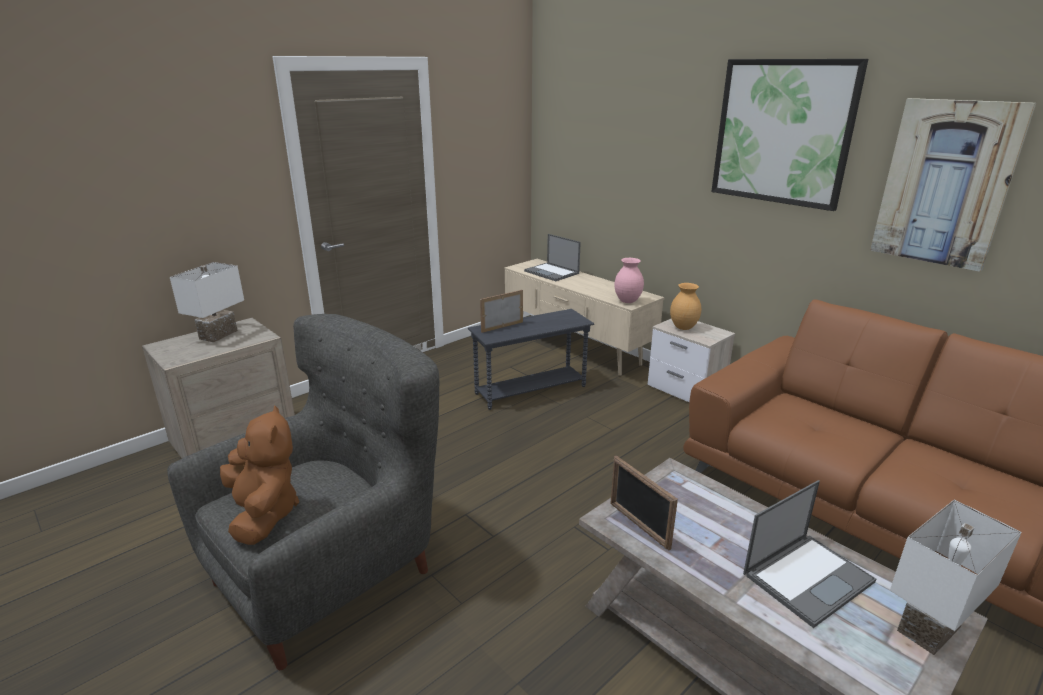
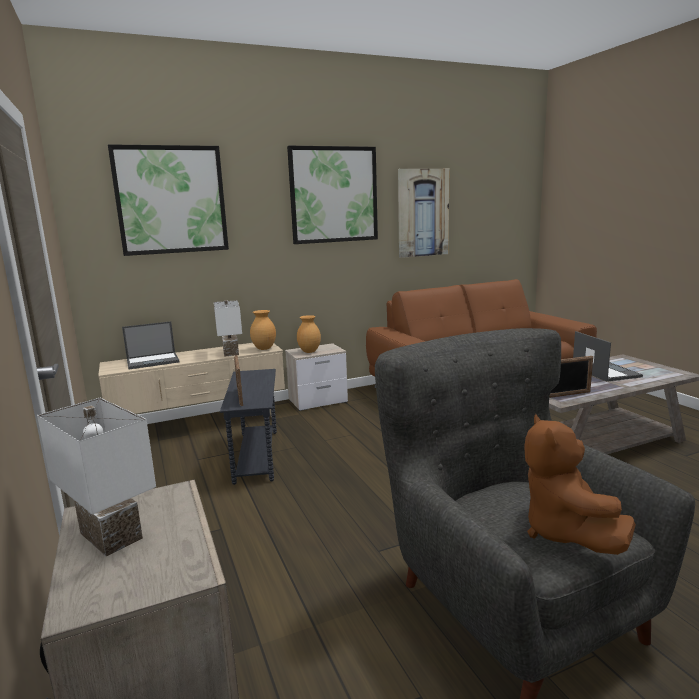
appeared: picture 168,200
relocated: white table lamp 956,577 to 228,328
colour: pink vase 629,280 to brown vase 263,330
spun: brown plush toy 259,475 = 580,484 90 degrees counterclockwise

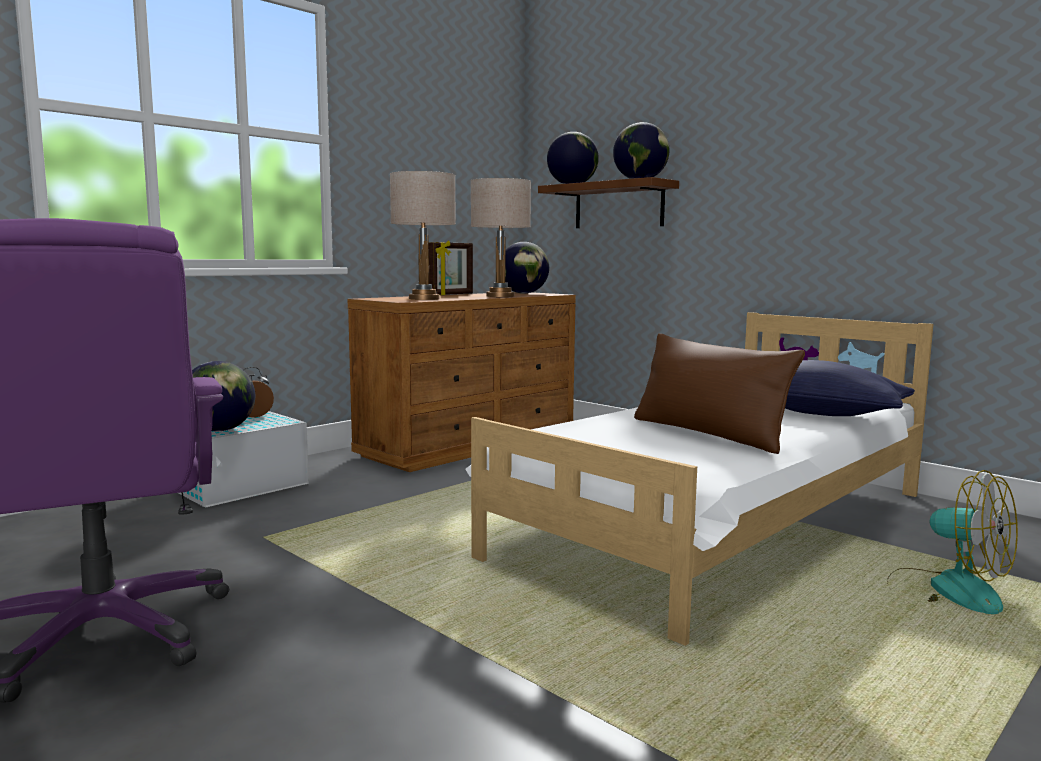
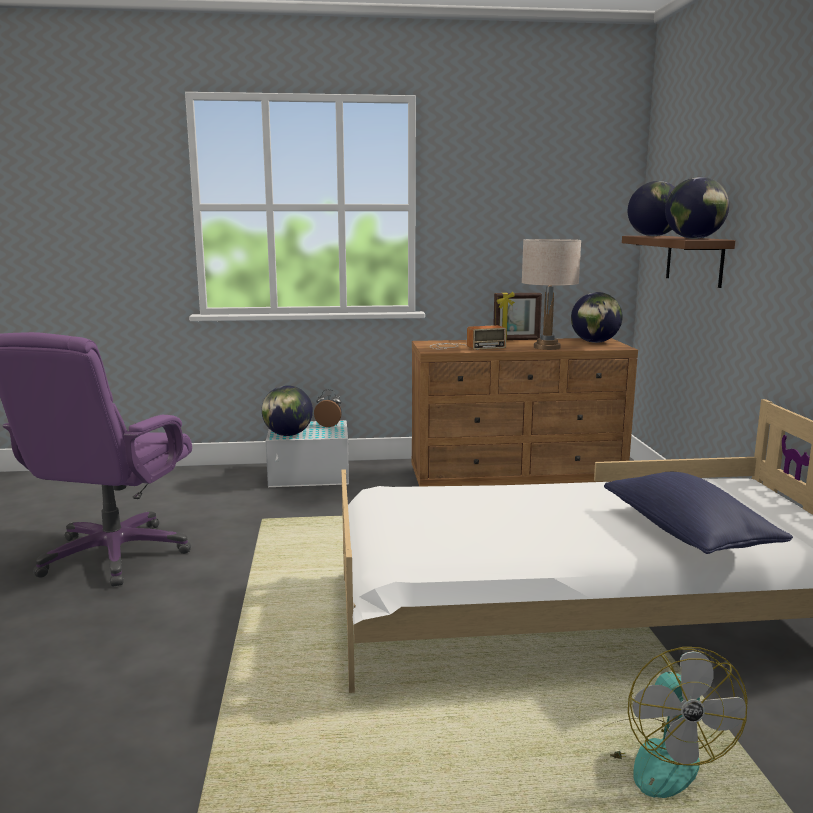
missing: brown pillow 719,393
exchanged: beige table lamp 423,235 to radio 468,337

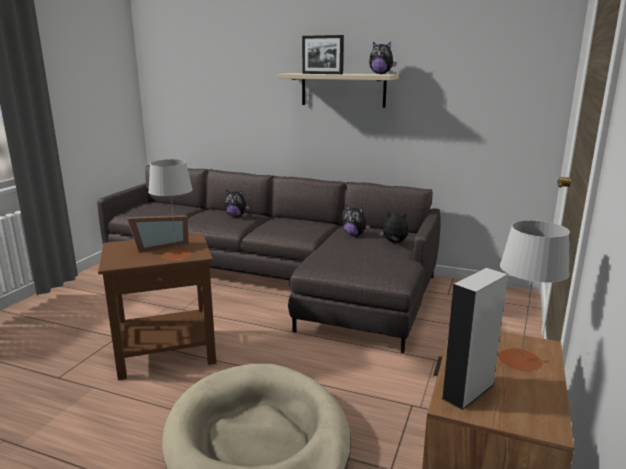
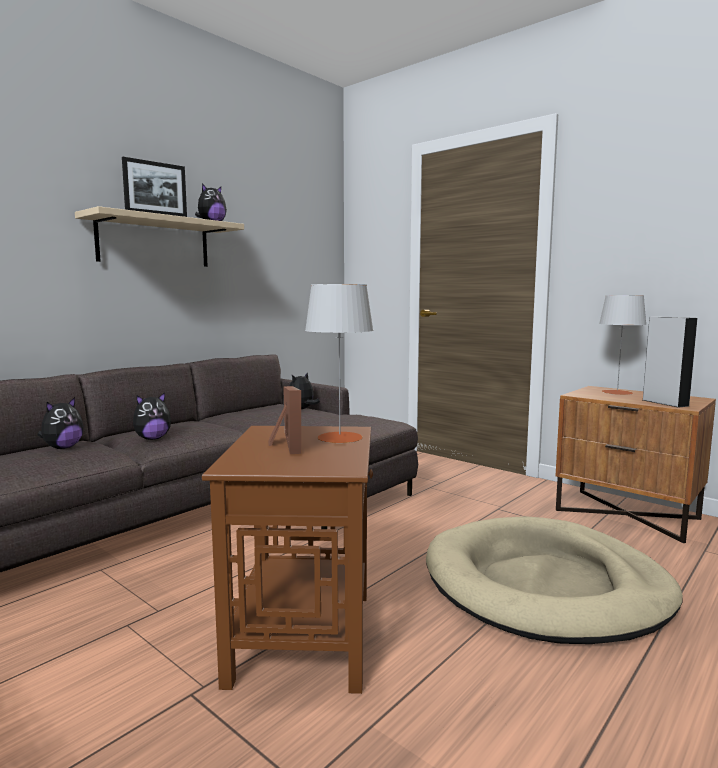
relocated: plush toy 356,220 to 152,416

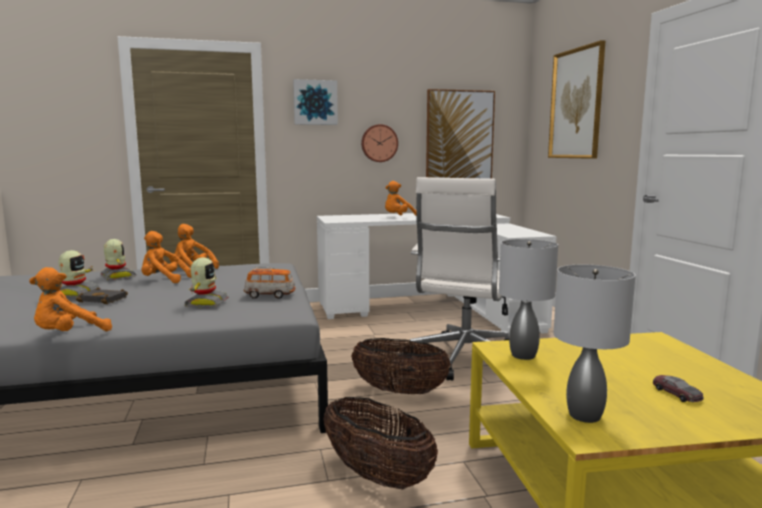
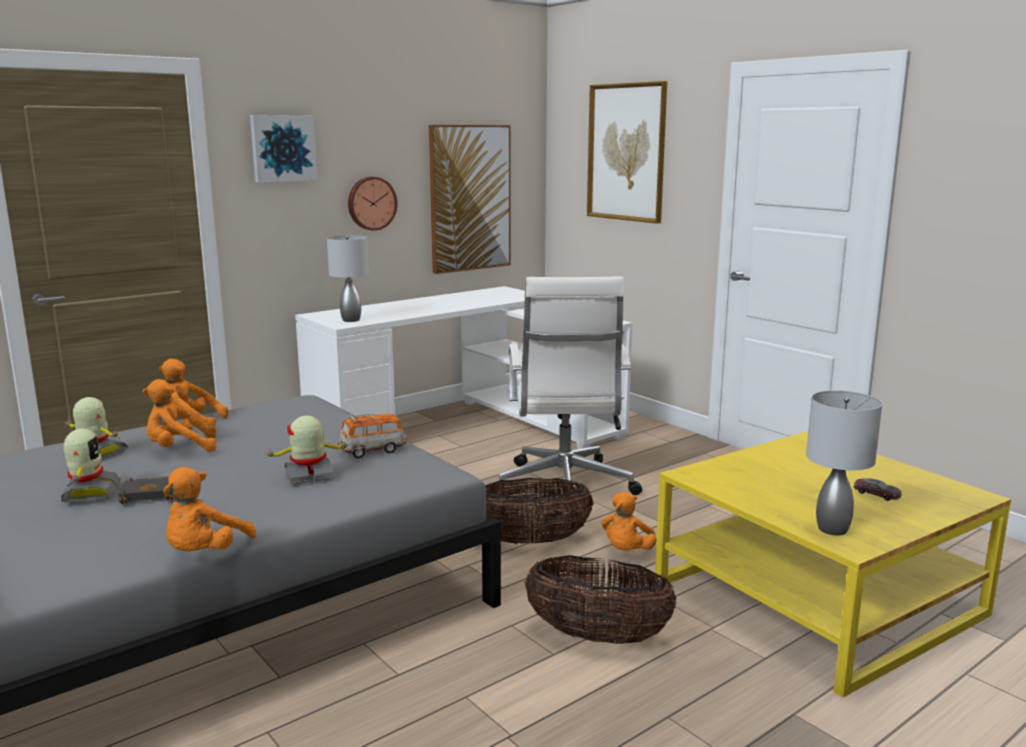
relocated: grey table lamp 528,299 to 348,278; orange plush toy 400,198 to 628,521
spun: toy robot 206,282 = 307,450 90 degrees counterclockwise

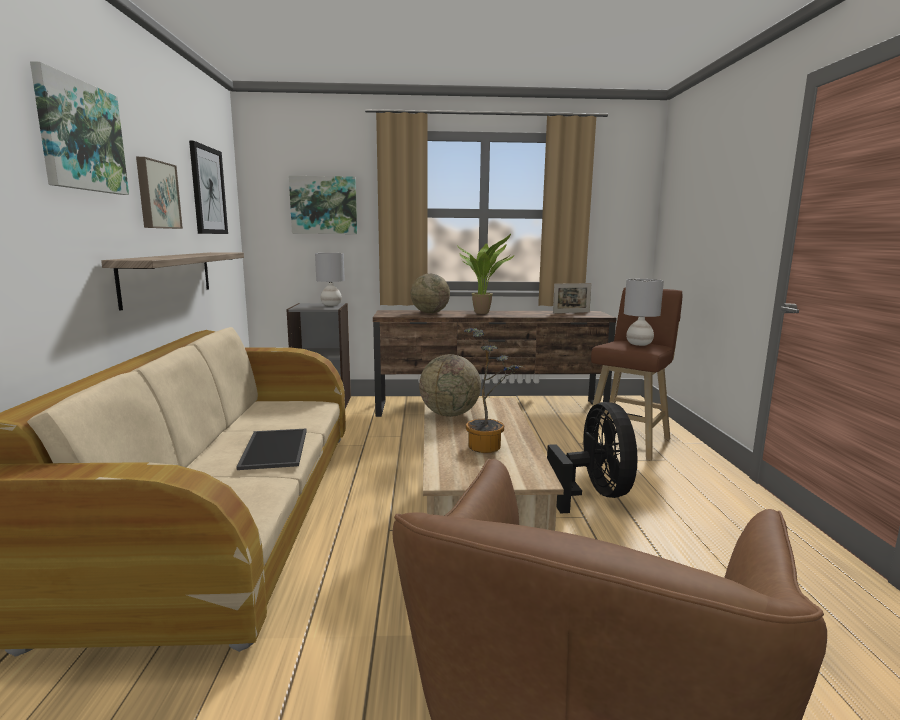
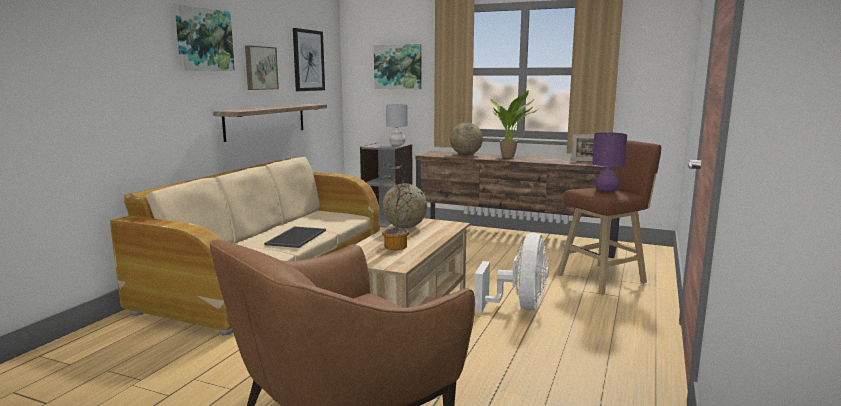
colour: black fan 592,458 to white fan 511,273; grey table lamp 644,312 to purple table lamp 609,162

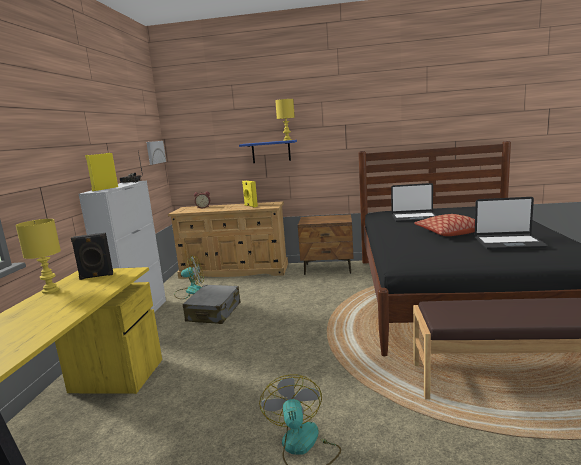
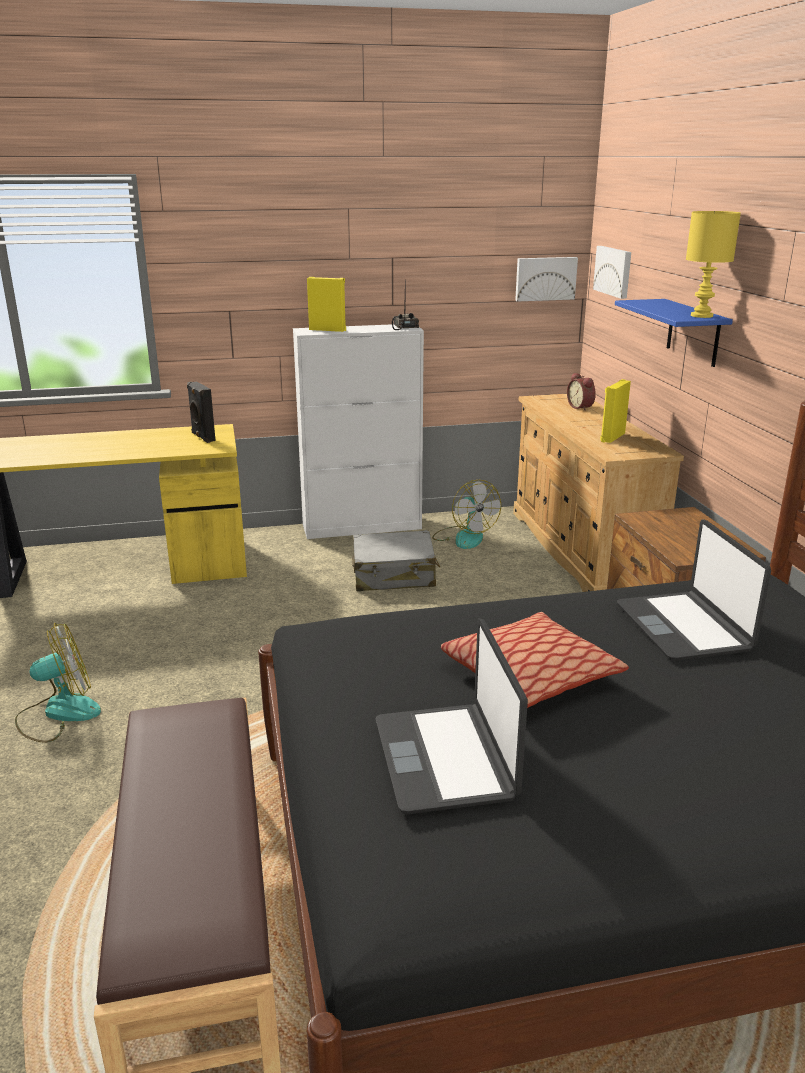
missing: yellow table lamp 38,256
appeared: picture 612,272

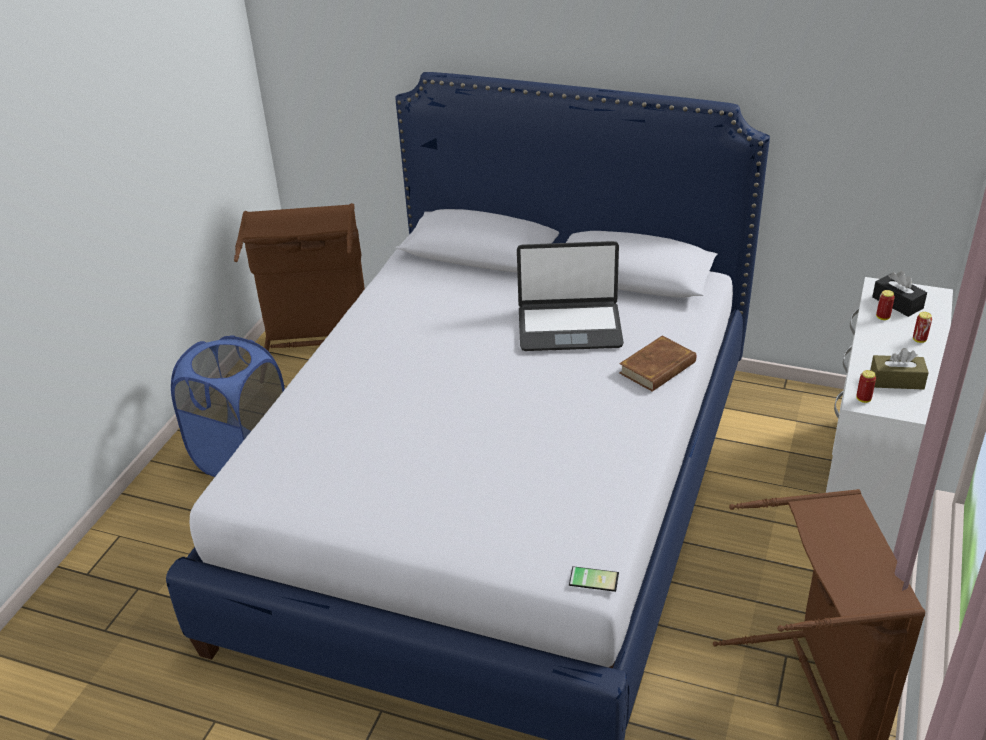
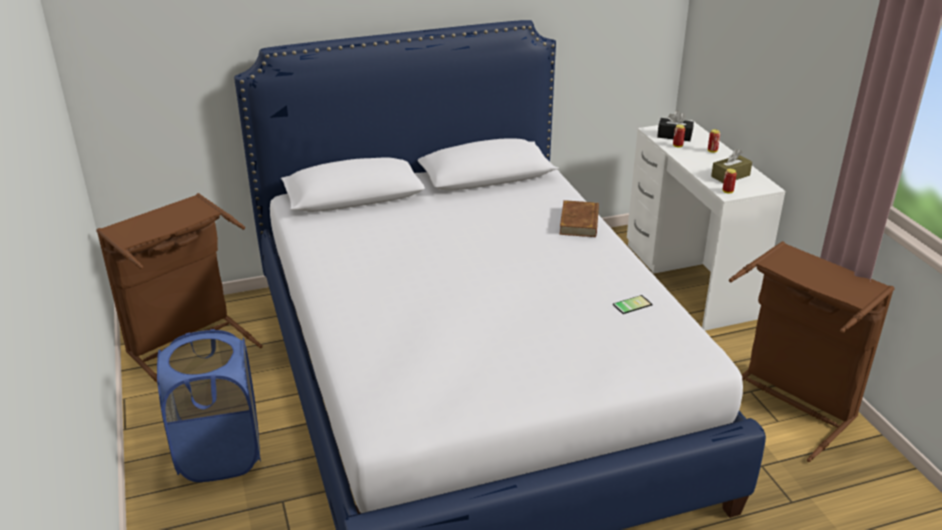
missing: laptop 570,296
relocated: phone 594,578 to 633,304

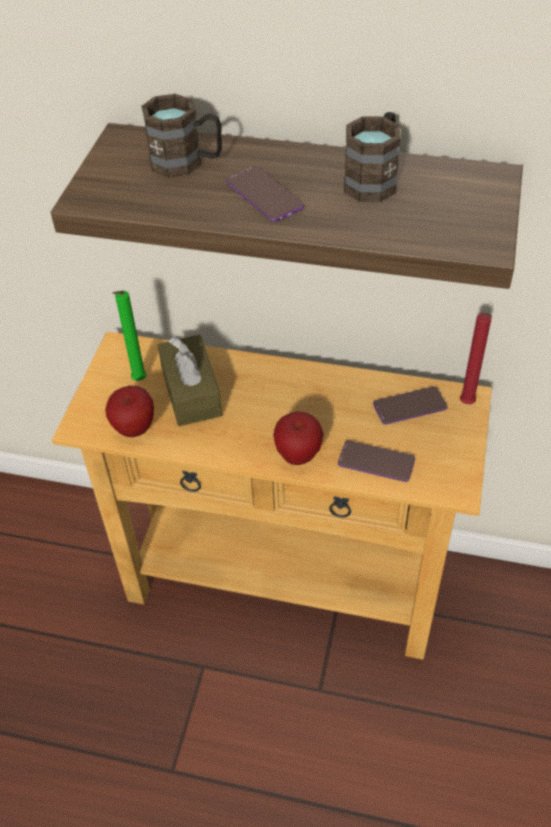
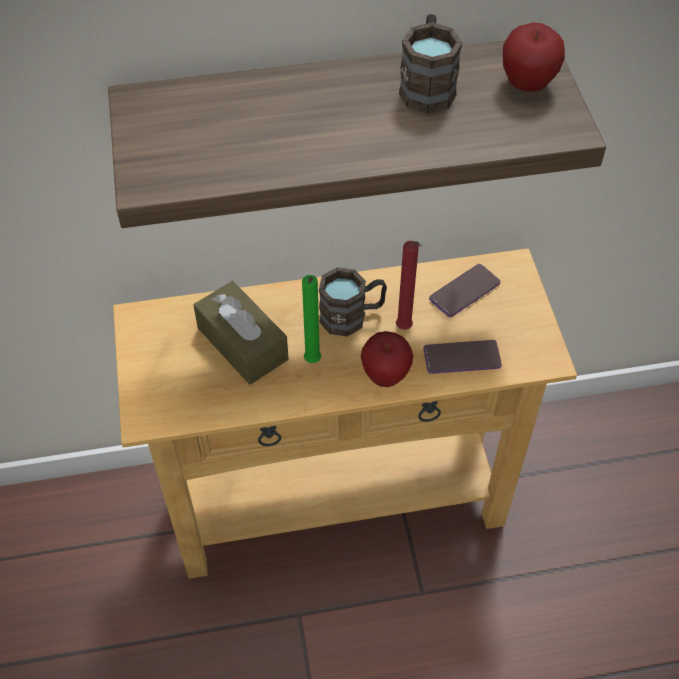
missing: phone 265,194
relocated: green candle 129,336 to 311,319; brown mug 181,135 to 353,301; red candle 476,358 to 409,285; apple 129,411 to 534,57

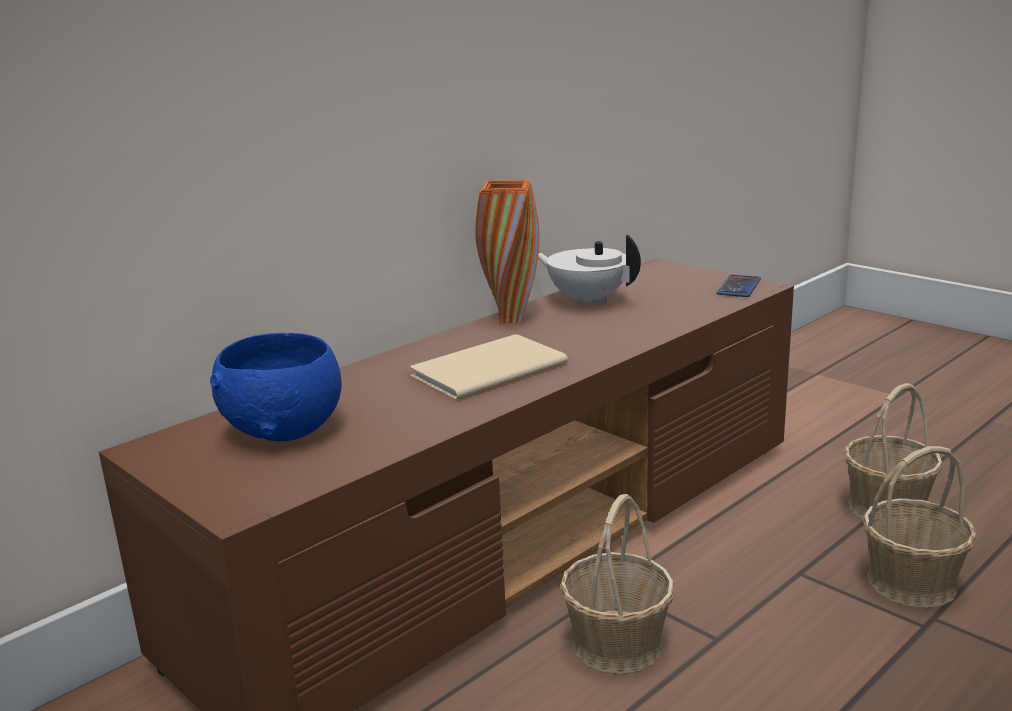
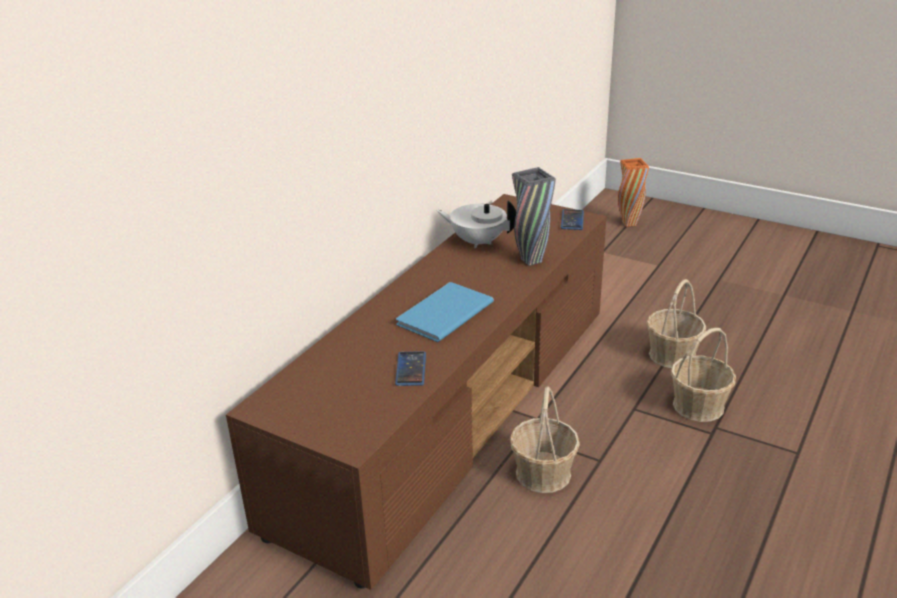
missing: blue bowl 275,387
appeared: phone 410,368; grey vase 534,216
relocated: orange vase 507,252 to 633,192
colour: beige book 489,367 to blue book 445,312

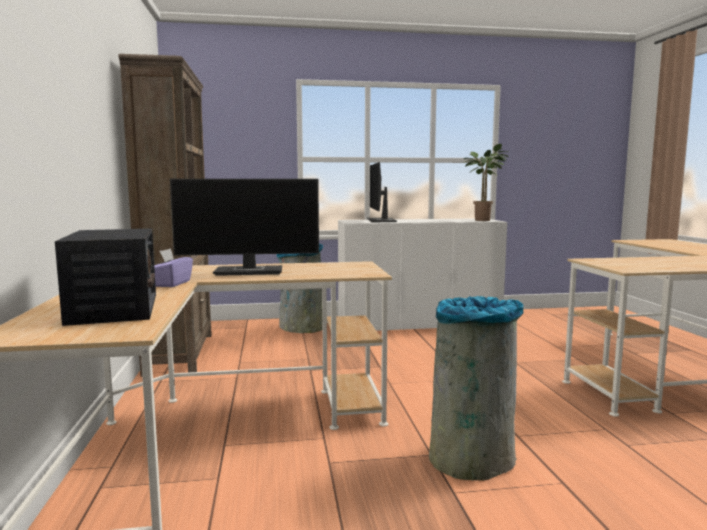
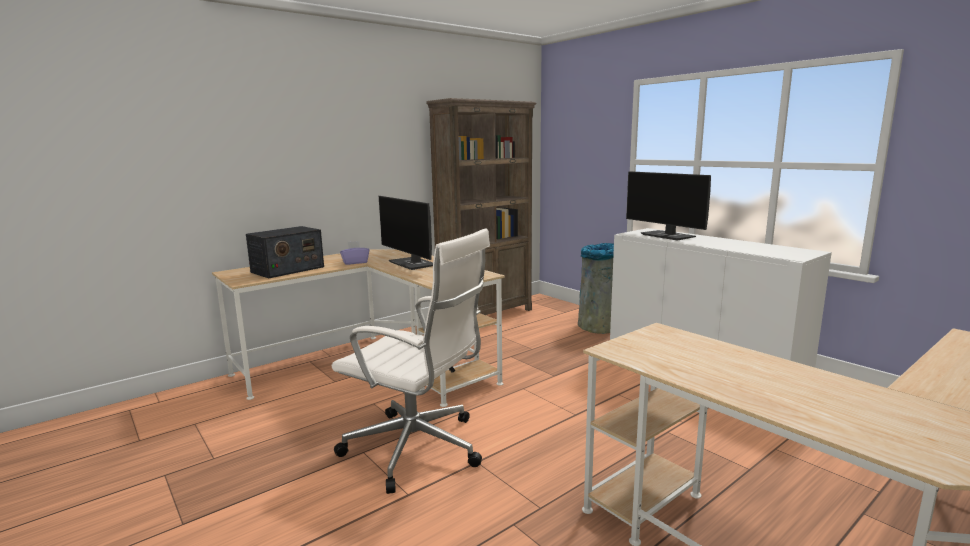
missing: potted plant 486,182
exchanged: grey trash can 476,388 to white office chair 411,361
spun: monitor 382,192 = 668,206 90 degrees counterclockwise

